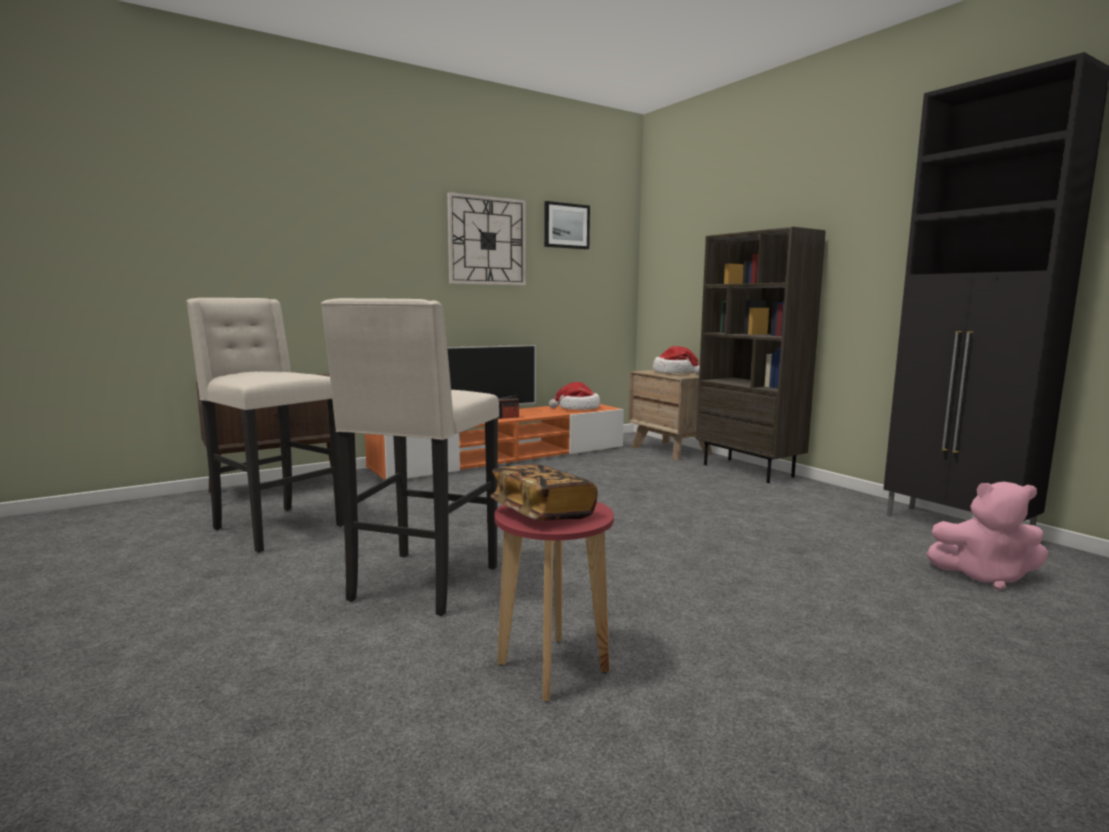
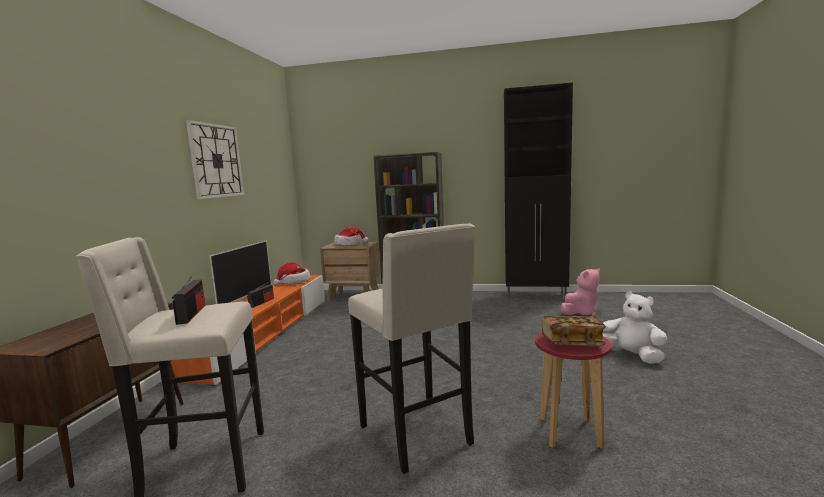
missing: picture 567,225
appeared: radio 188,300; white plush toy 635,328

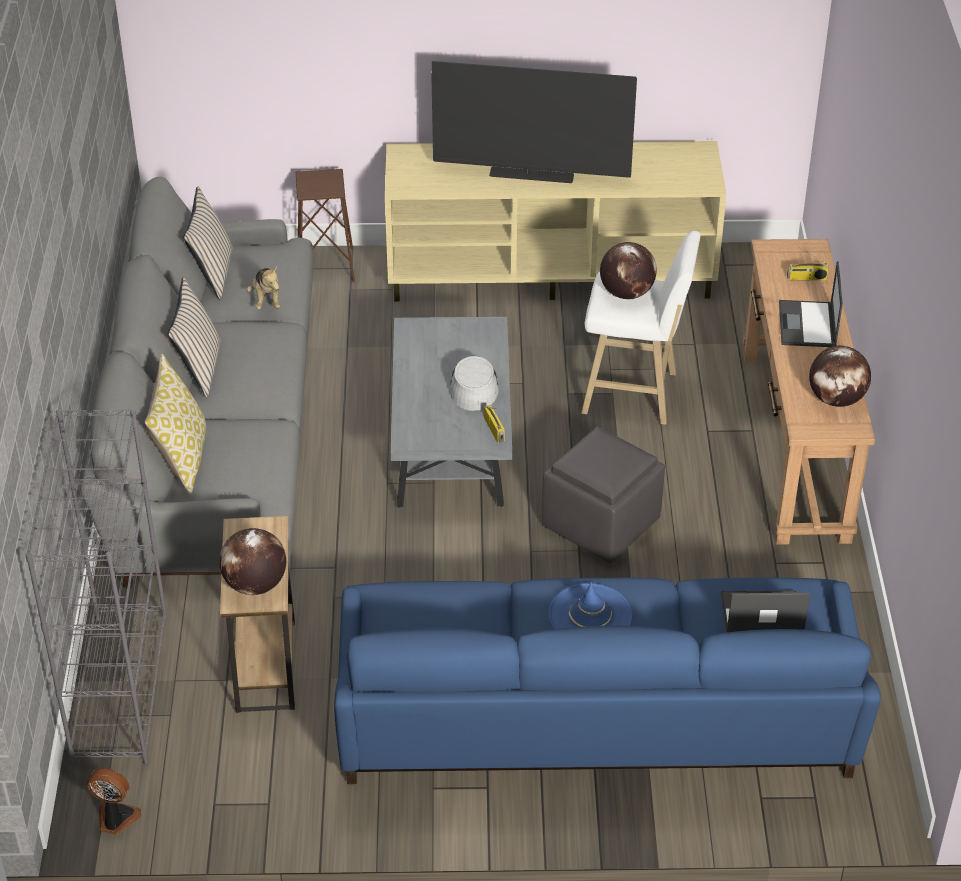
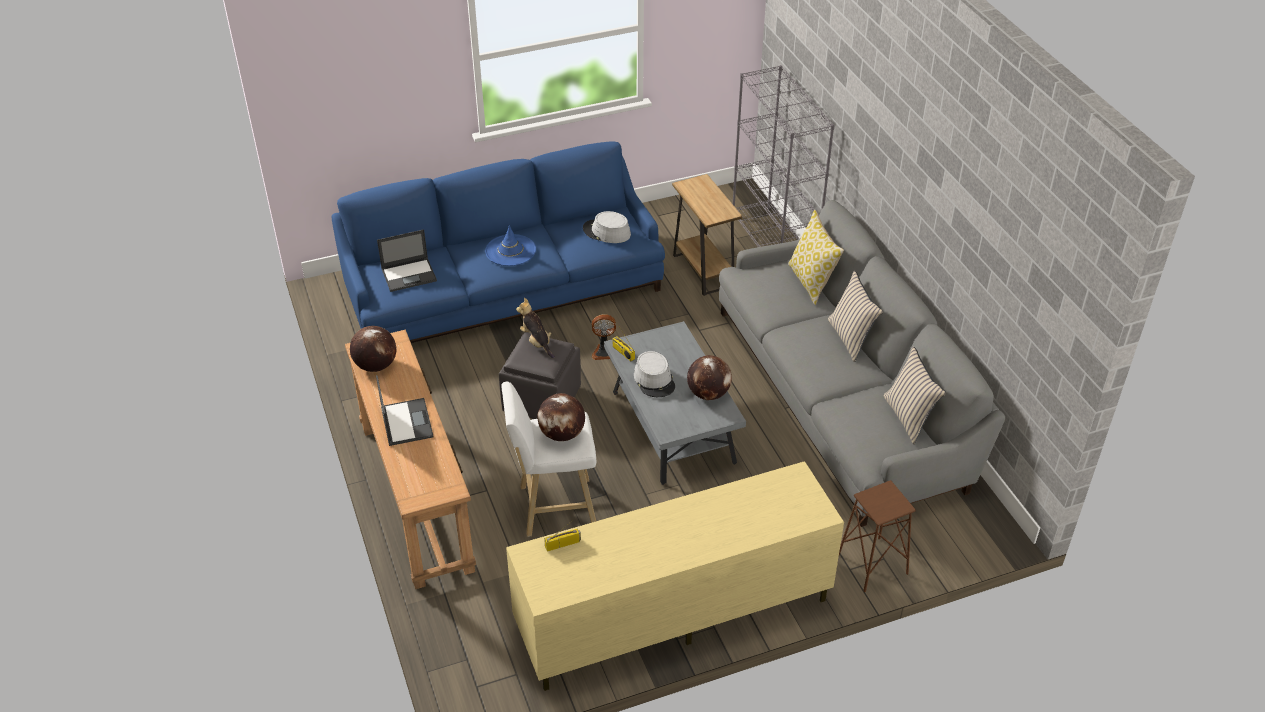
missing: television 534,122
appeared: grey hat 607,227
relocated: plush toy 263,287 to 535,328; radio 808,263 to 562,536; fan 114,801 to 604,337; globe 253,561 to 709,377

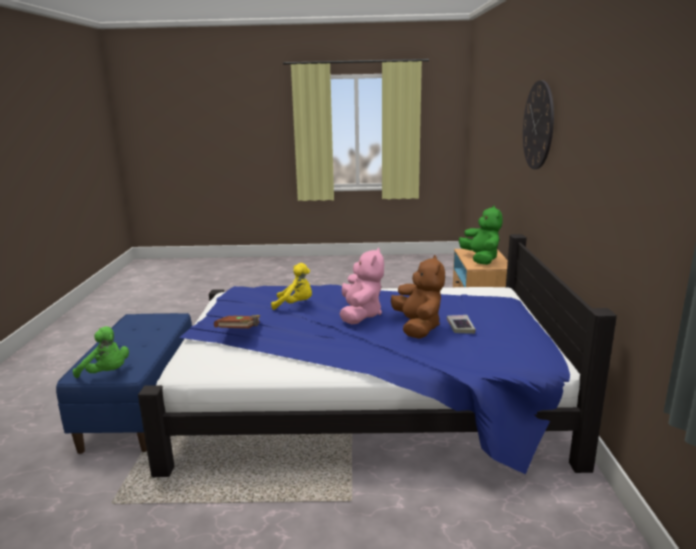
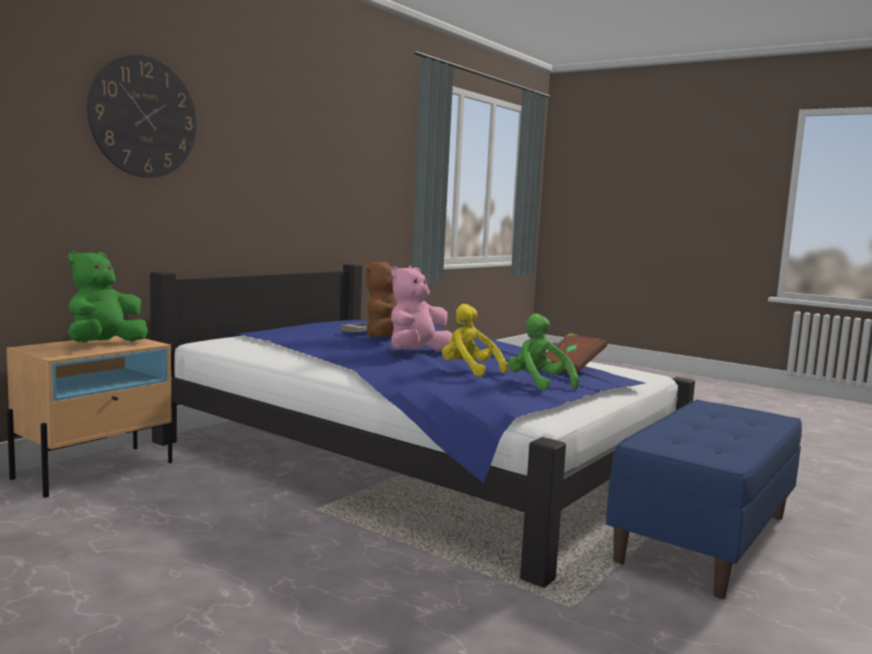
relocated: green plush toy 101,352 to 543,352

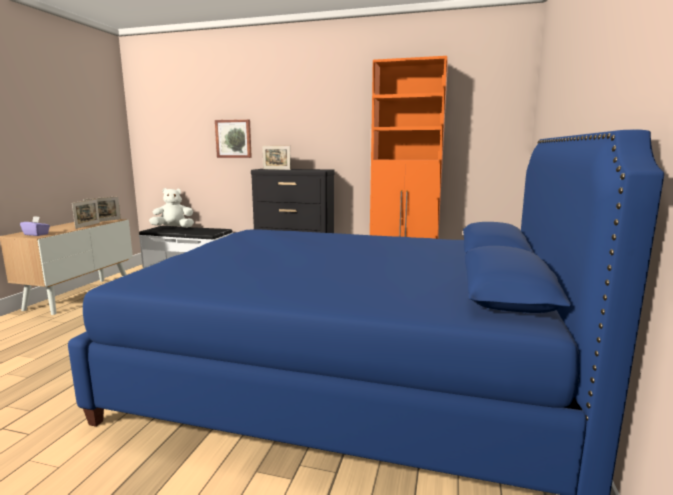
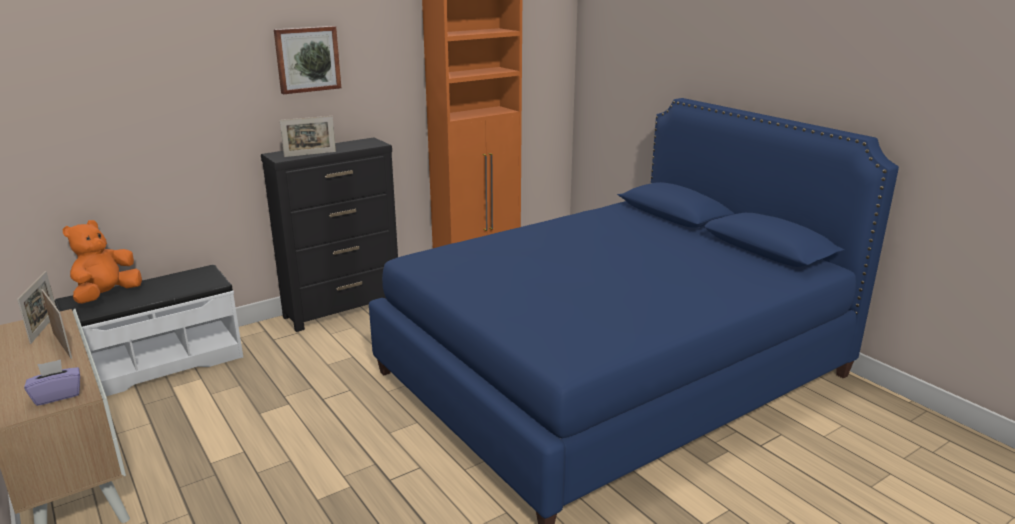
relocated: picture 233,138 to 307,60
colour: white plush toy 171,208 to orange plush toy 102,262

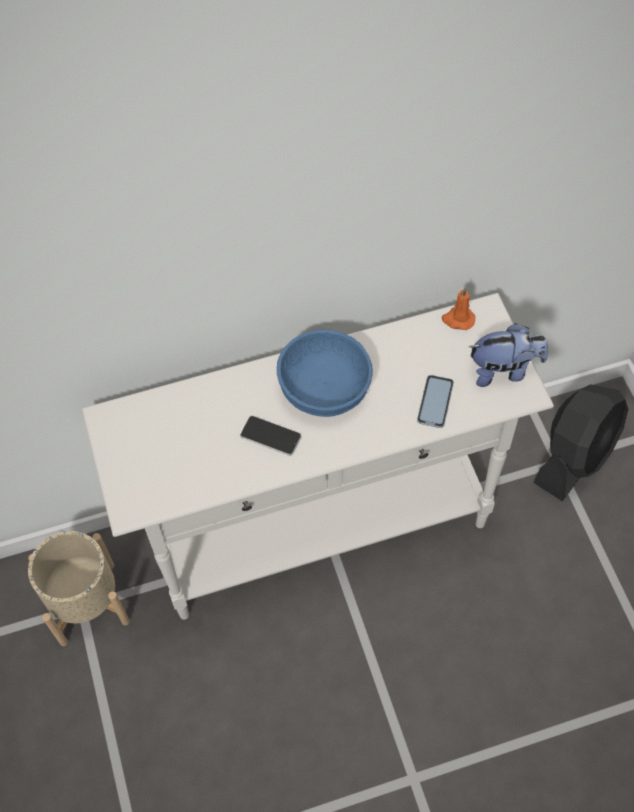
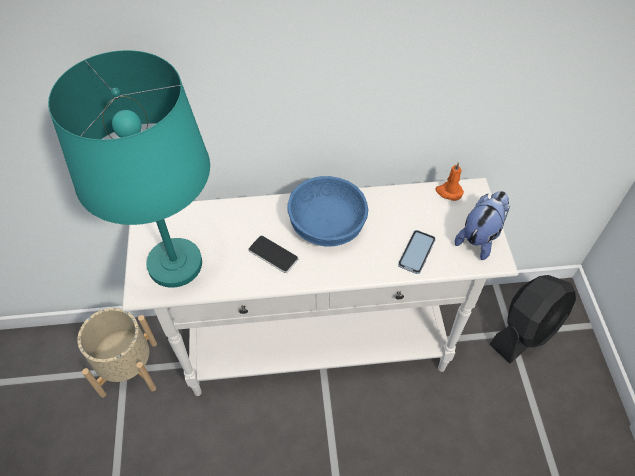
appeared: turquoise table lamp 129,169
spun: plush toy 508,355 = 482,225 60 degrees counterclockwise

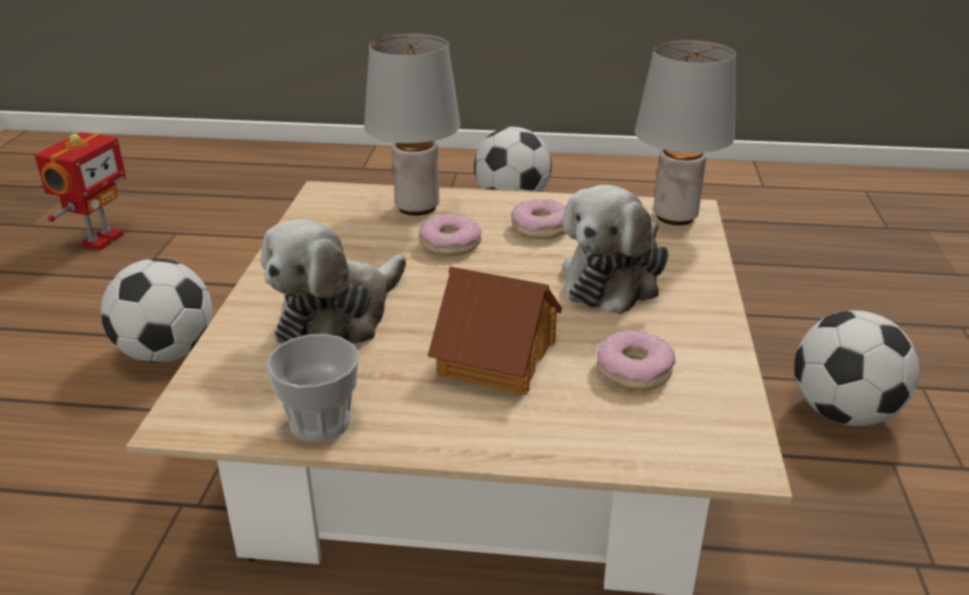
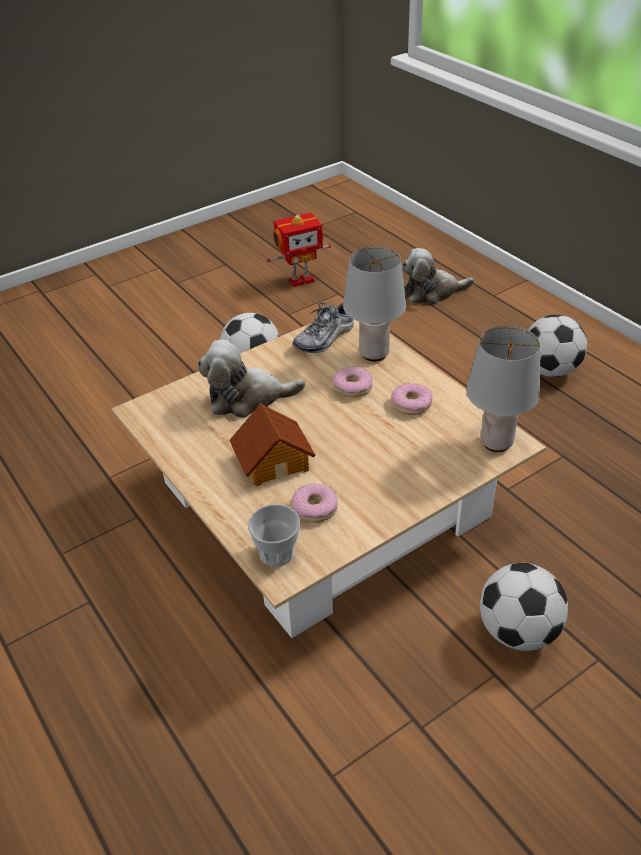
appeared: shoe 323,327
relocated: cup 312,388 to 274,535; plush toy 615,249 to 438,276

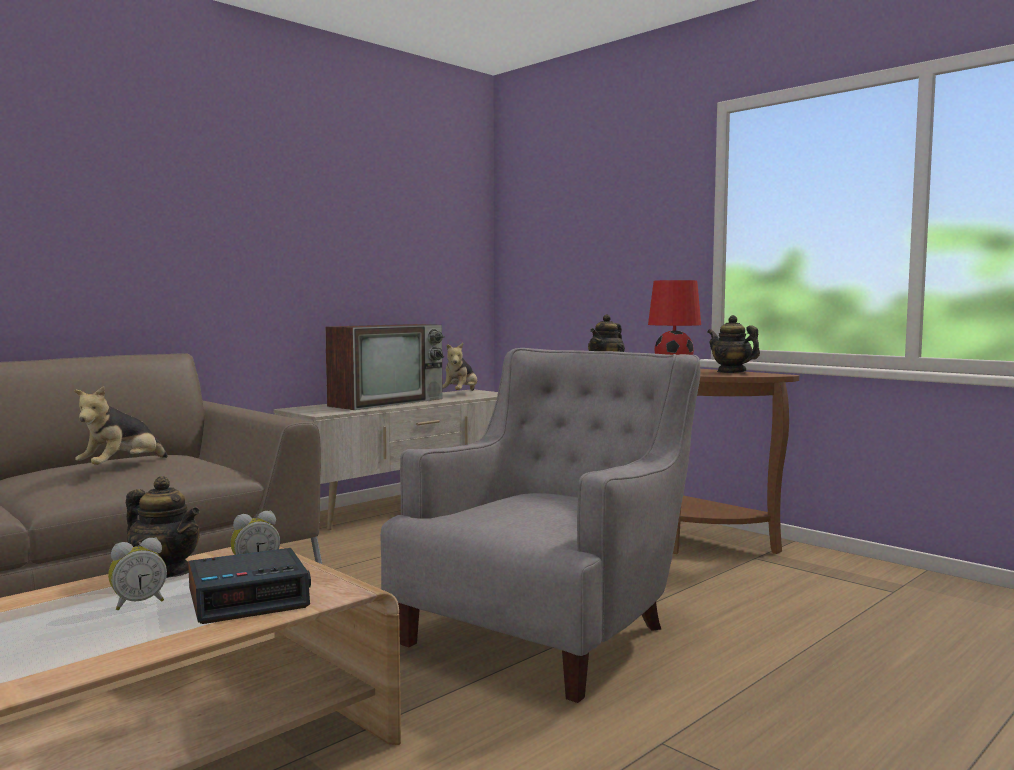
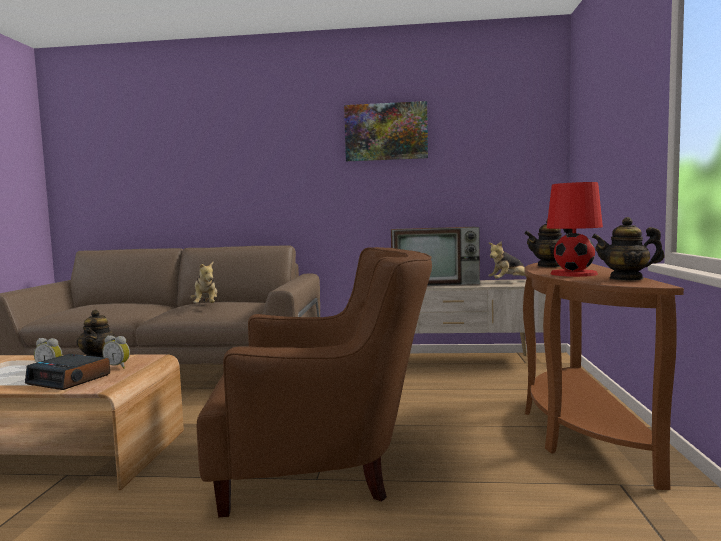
appeared: picture 386,131
colour: grey armchair 540,525 to brown armchair 314,382
spun: plush toy 121,425 = 203,282 90 degrees counterclockwise; teapot 733,344 = 628,249 90 degrees counterclockwise

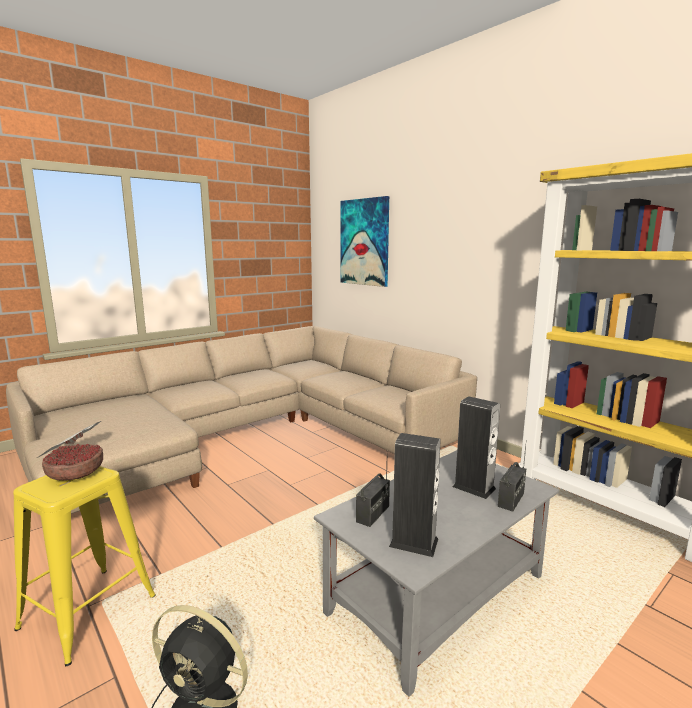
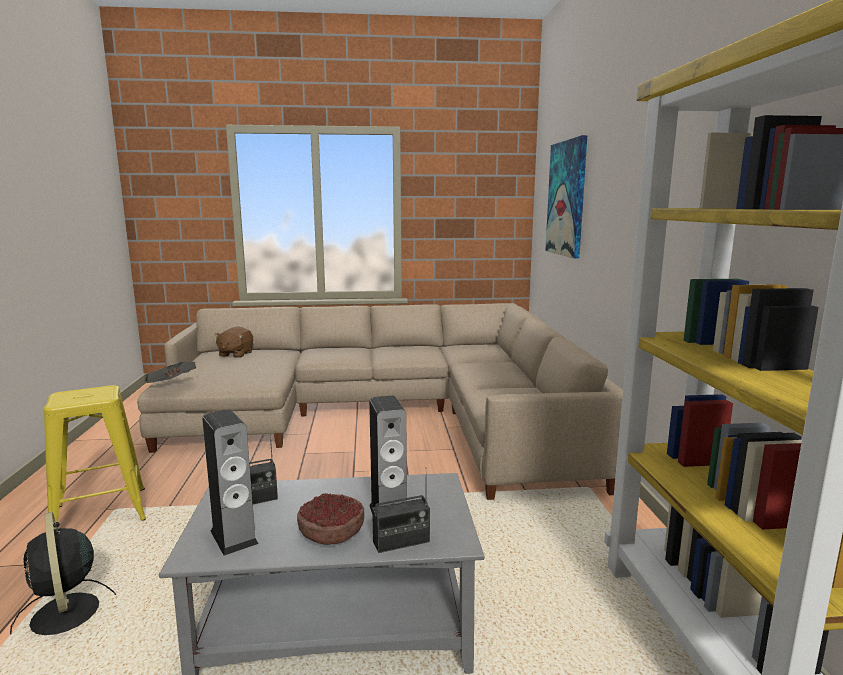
appeared: brown plush toy 233,342
relocated: bowl 72,462 to 330,519

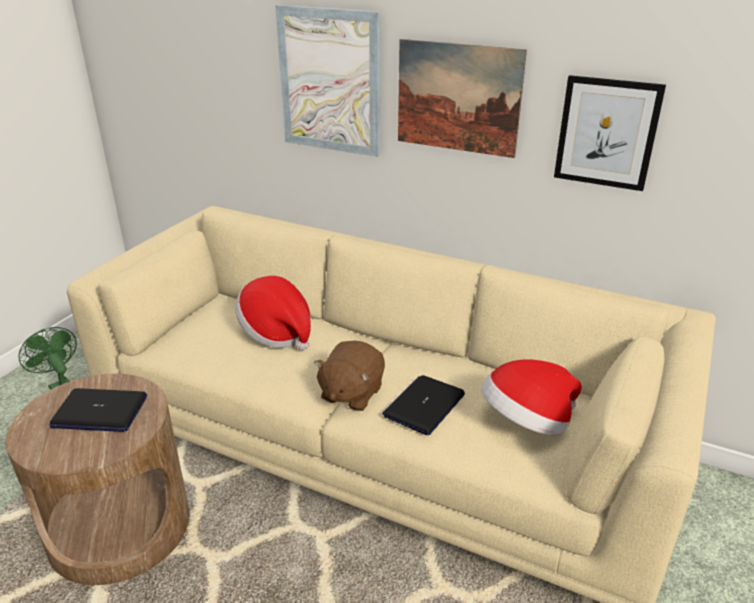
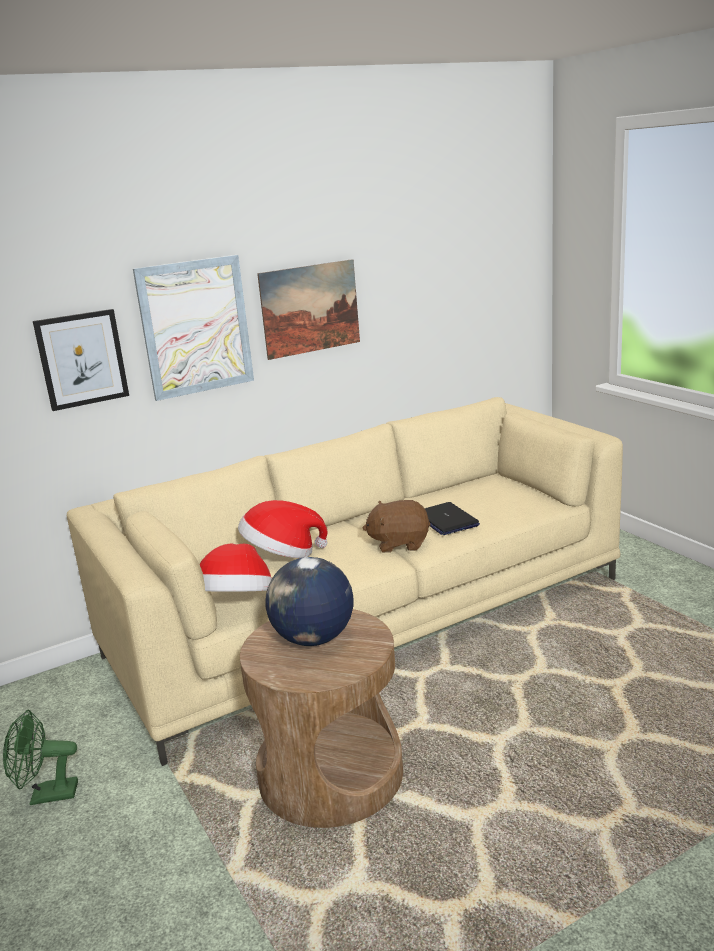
relocated: picture 610,133 to 81,360; hat 531,397 to 236,568
exchanged: laptop 98,410 to globe 309,601
spun: brown plush toy 349,376 = 397,526 120 degrees clockwise

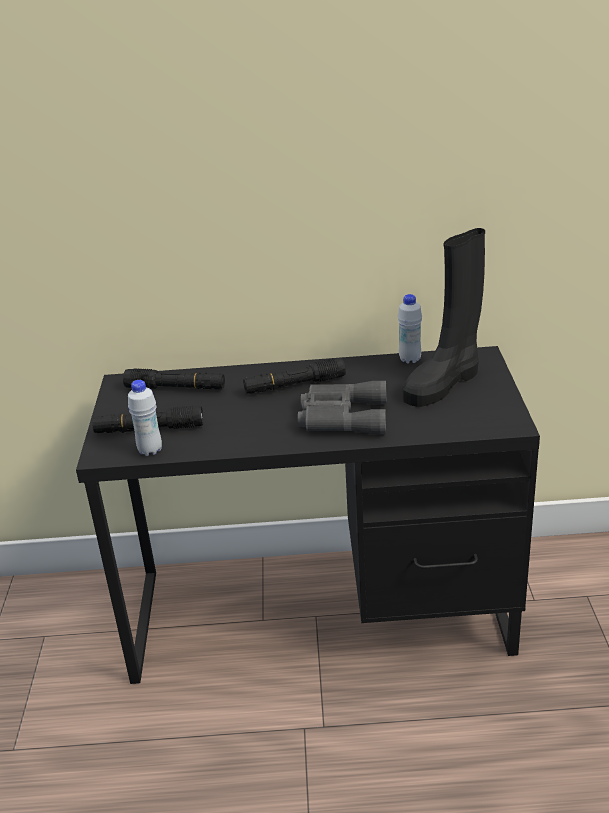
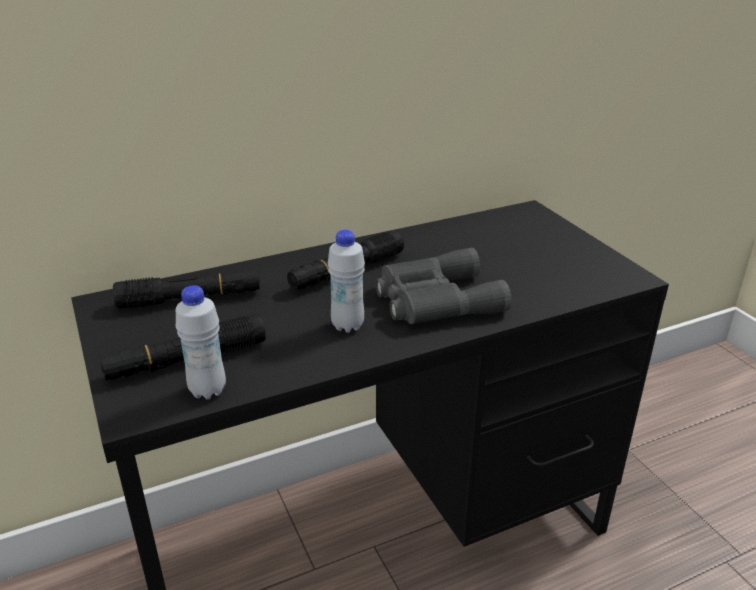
missing: black boot 444,317
relocated: white bottle 410,329 to 346,281

